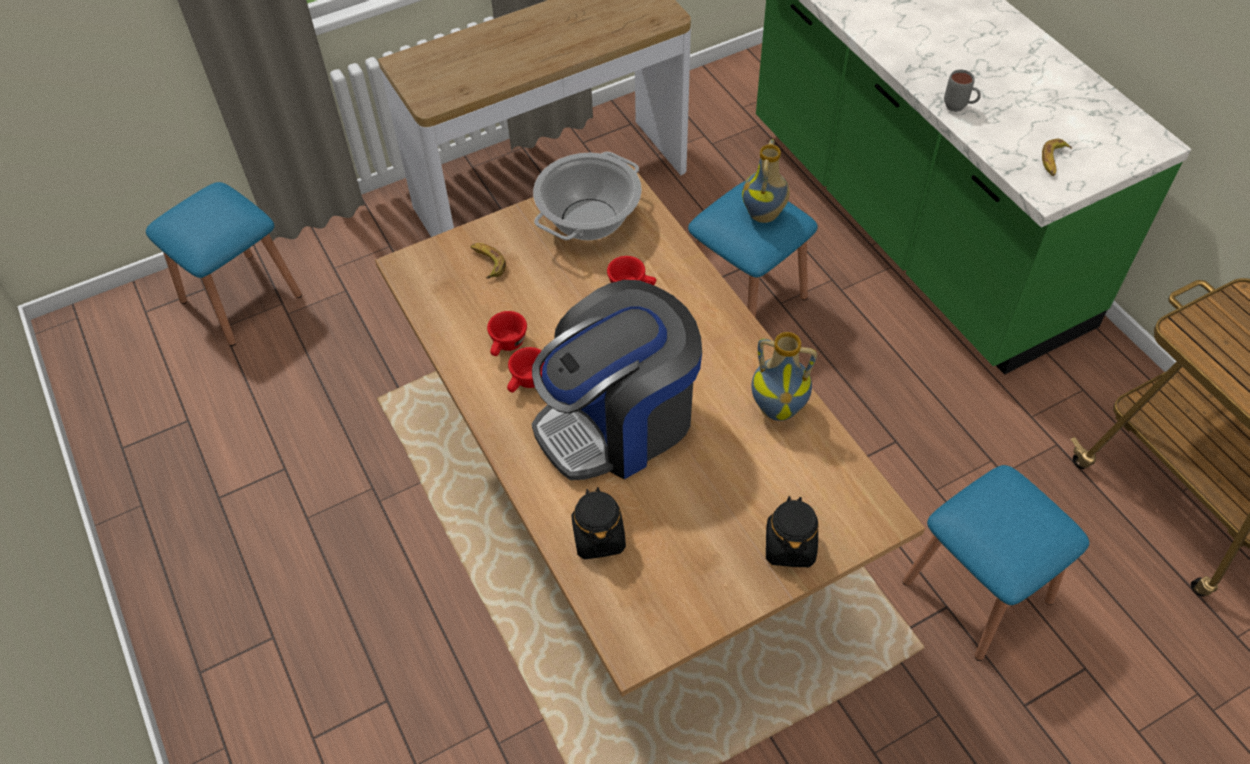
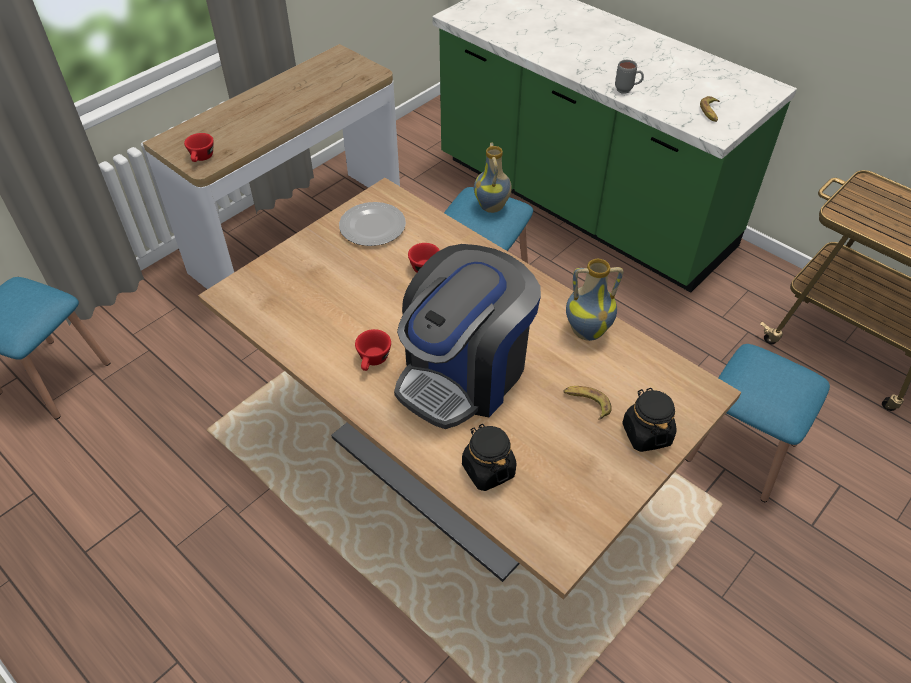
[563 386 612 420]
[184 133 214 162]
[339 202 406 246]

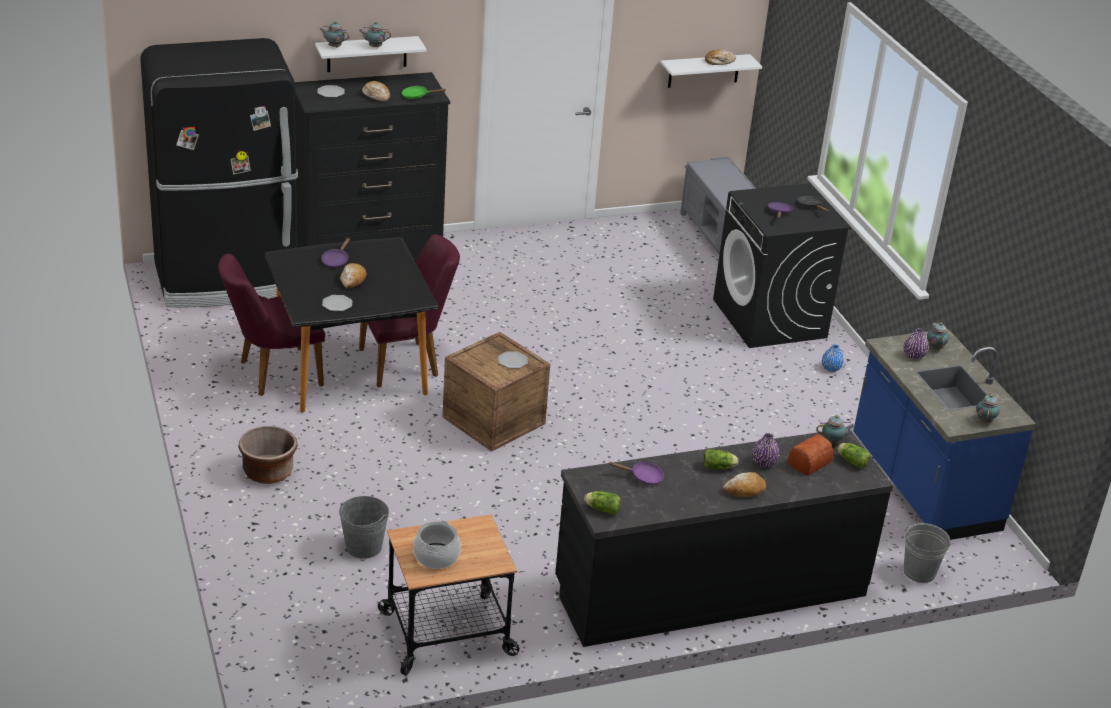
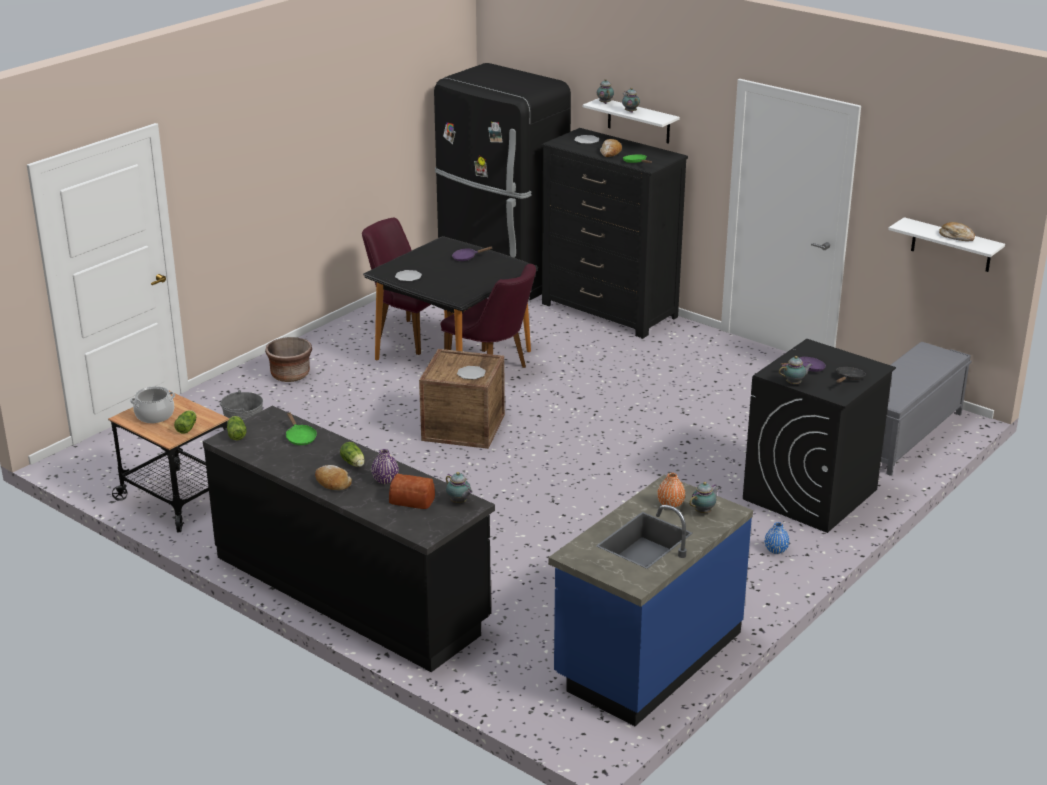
[340 263 366 288] (first image)
[903 523 953 583] (first image)
[174 410 196 433]
[779 356 812 384]
[286 412 317 445]
[657 473 685 508]

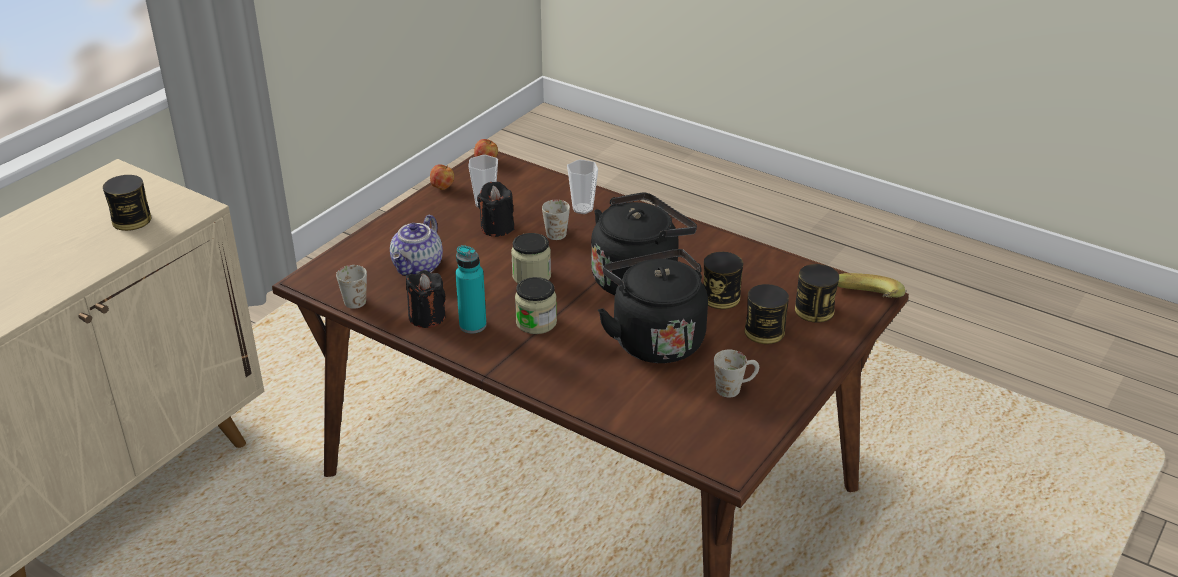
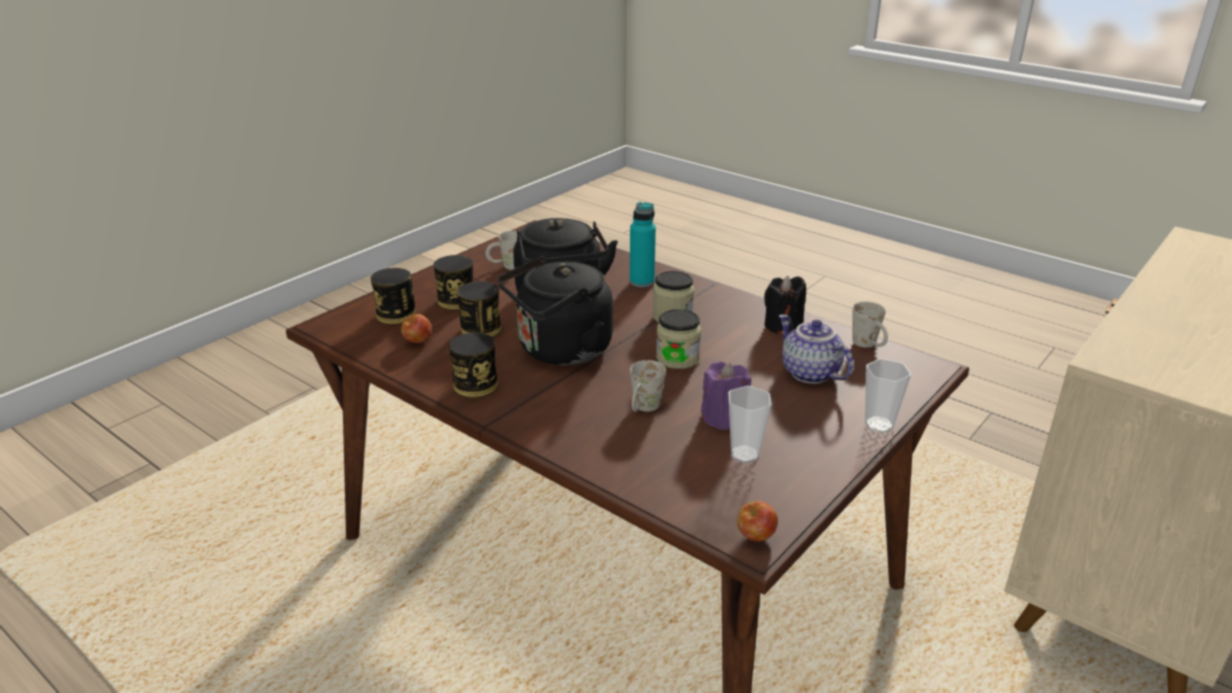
[838 273 905 298] (first image)
[449 332 498 398]
[401 314 432 343]
[630 202 656 287]
[865 359 911 433]
[701 362 751 430]
[779 314 854 384]

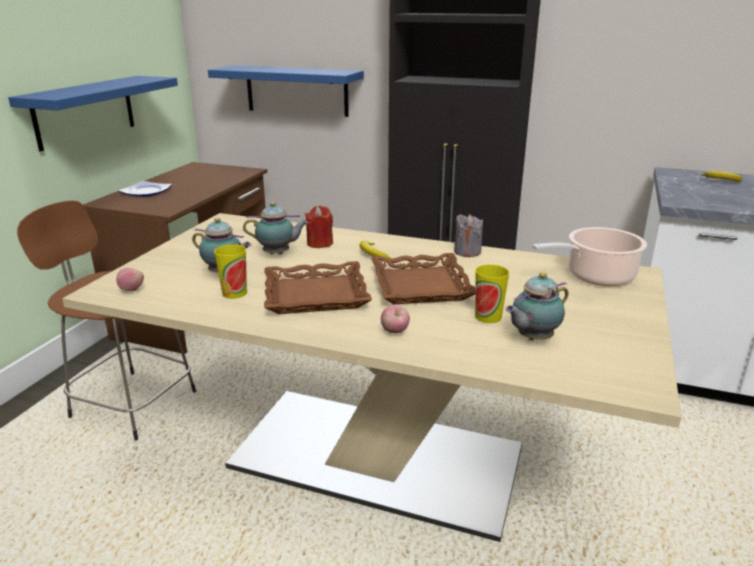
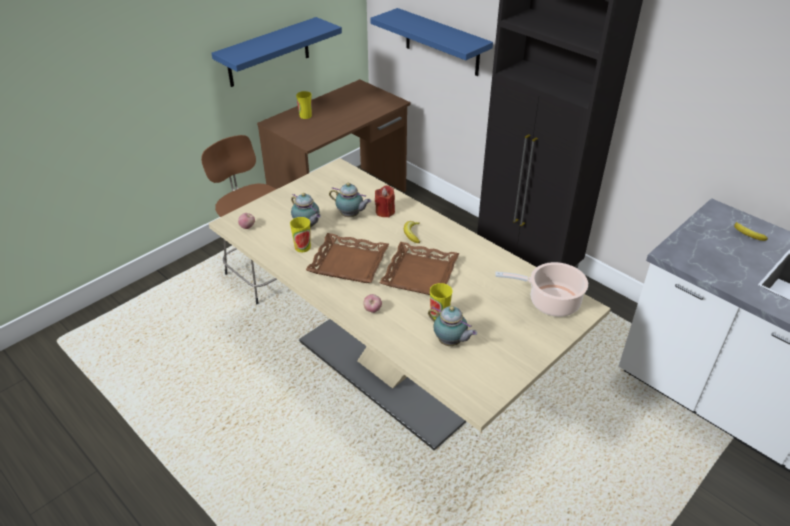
[454 214 483 257] (first image)
[296 91 312 119]
[428 306 477 346]

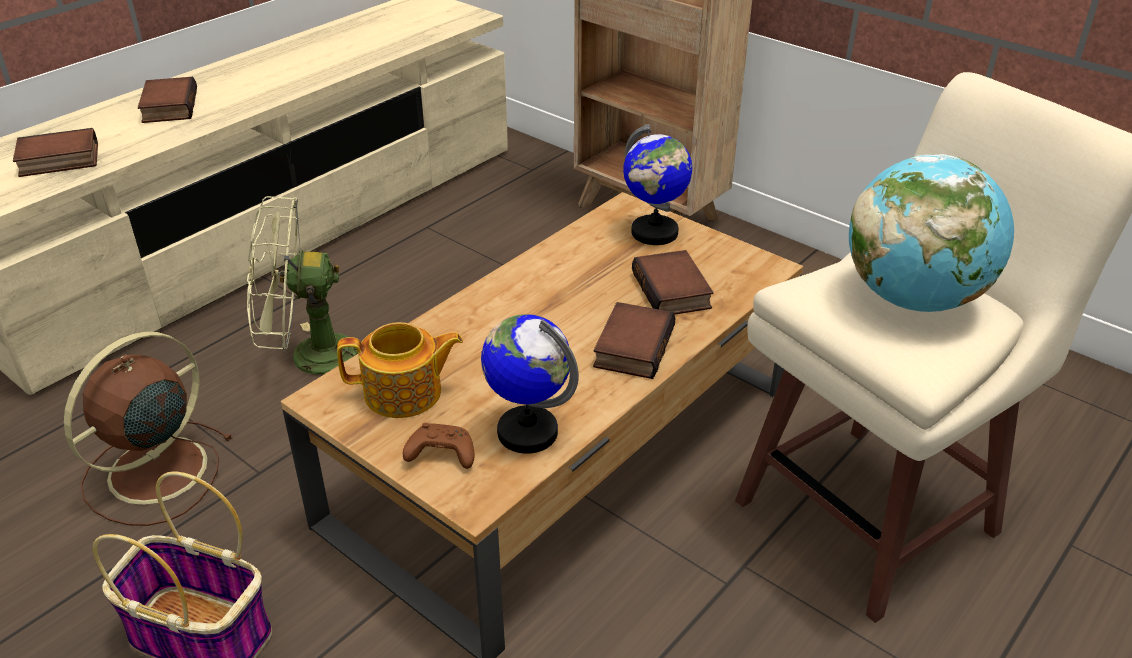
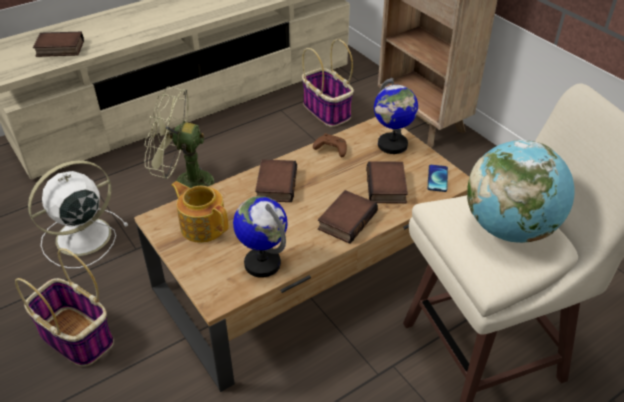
[302 39 354 127]
[427 165 448 192]
[255 159 297 202]
[313 133 347 157]
[28 160 128 269]
[171 181 229 243]

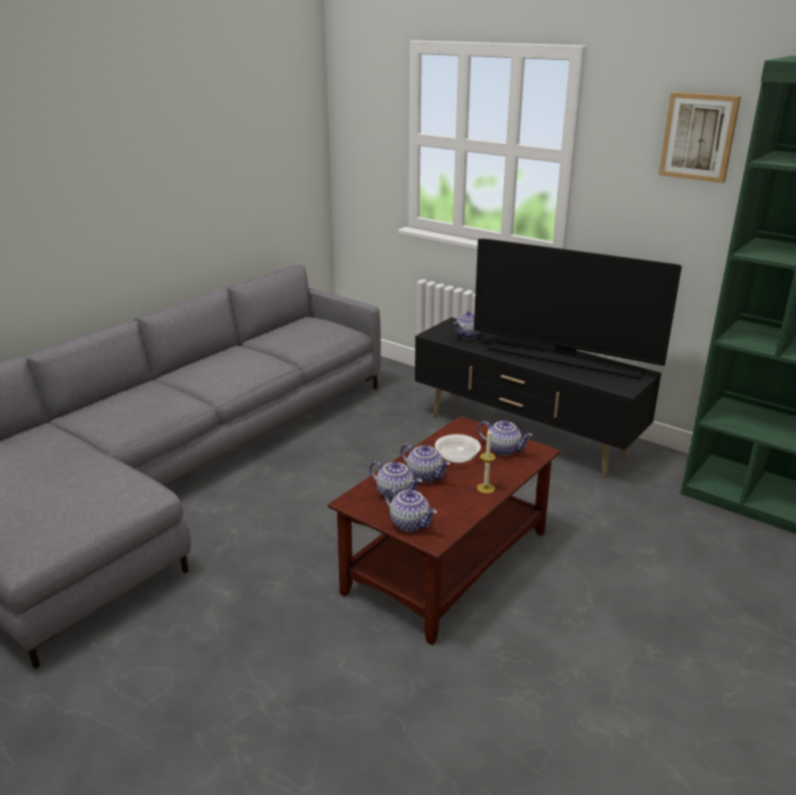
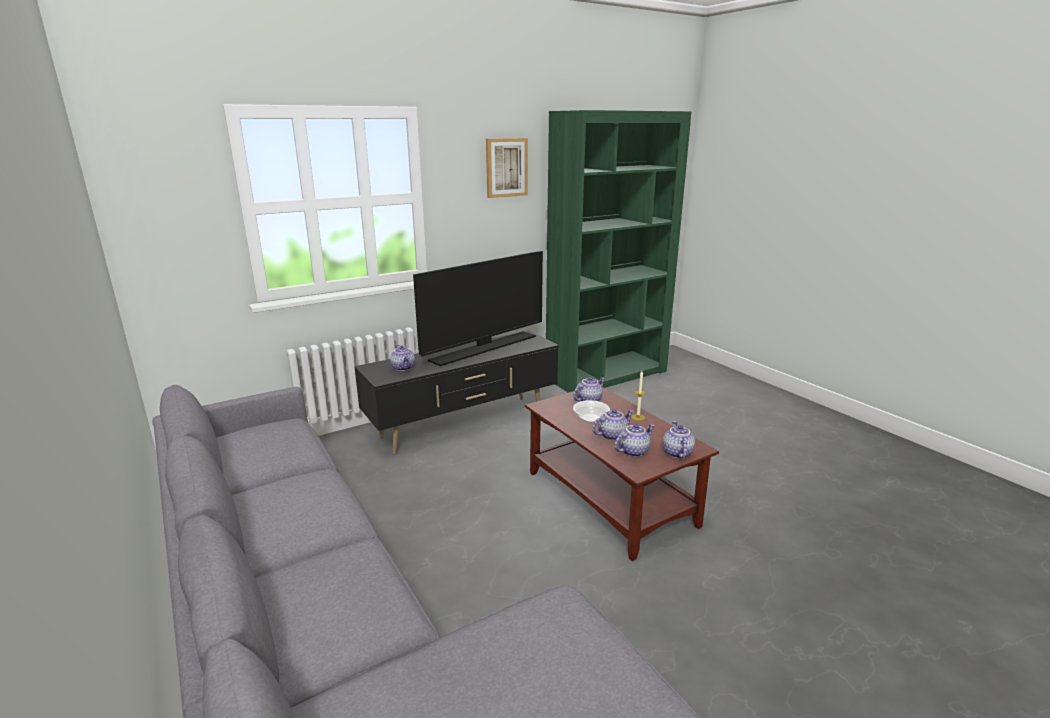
[663 421 695 458]

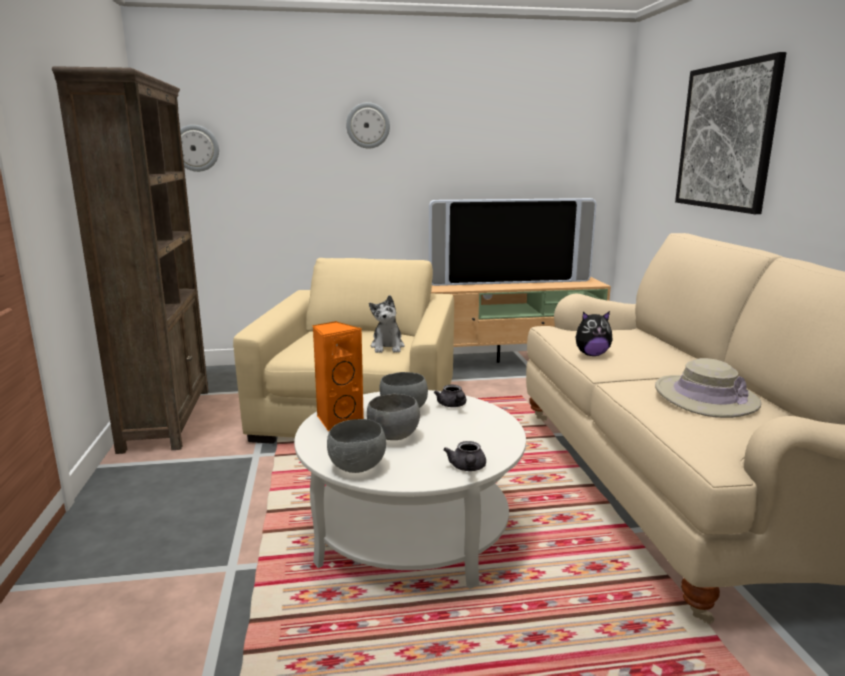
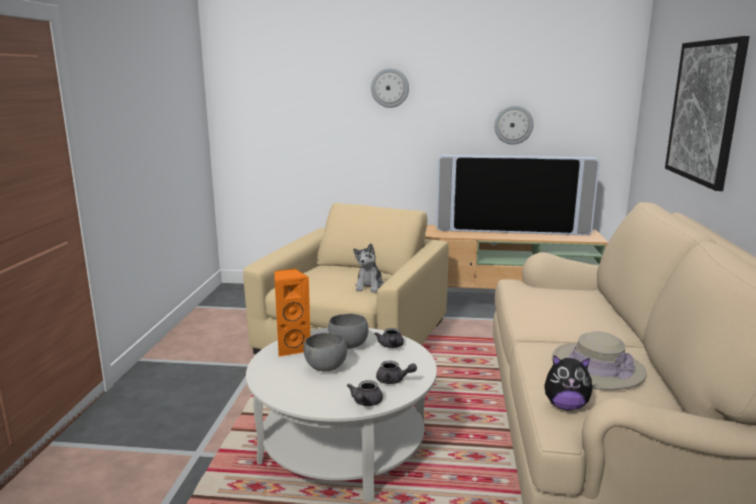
[52 66 209 454] (first image)
[327 419 386 473] (first image)
[376 361 417 384]
[494 106 534 145]
[544 355 594 410]

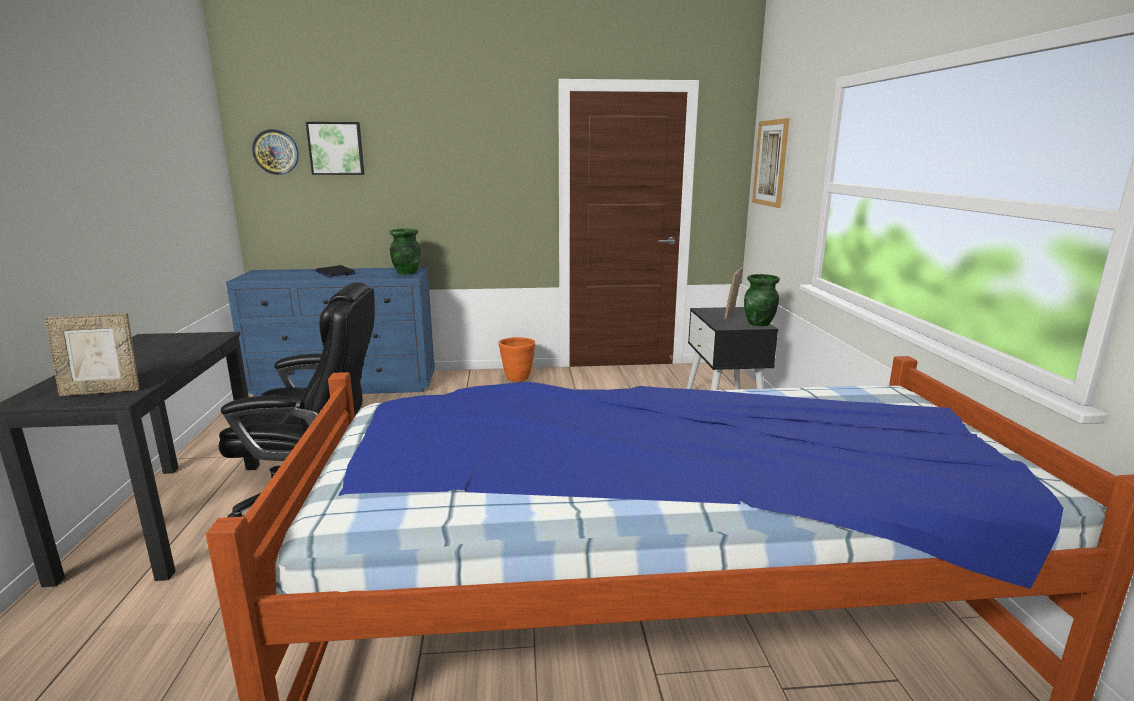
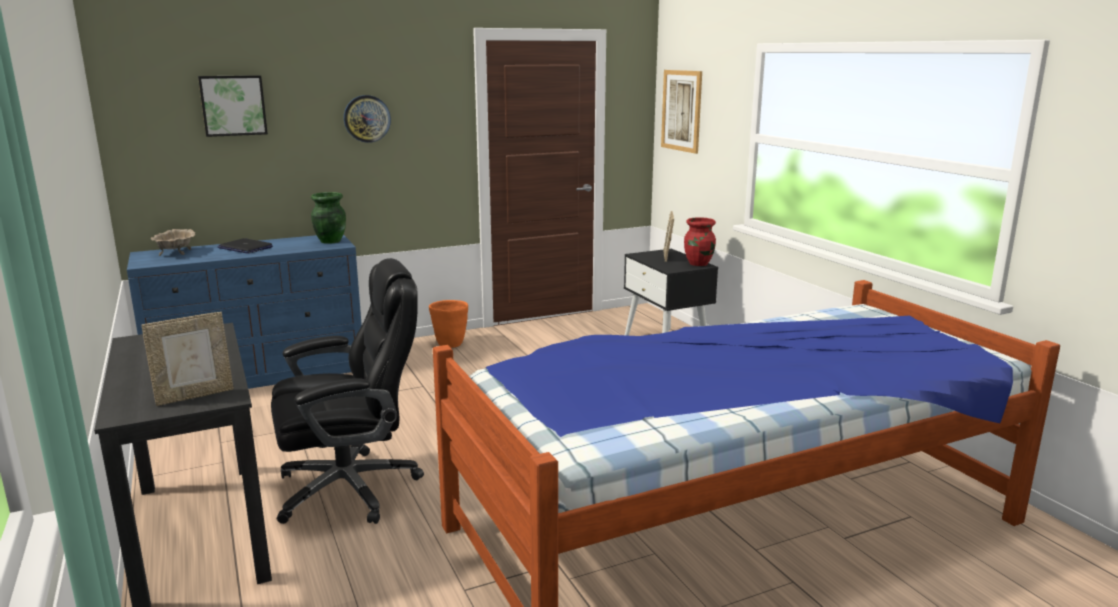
[150 229 195 256]
[344 95 391 143]
[684 217 716 266]

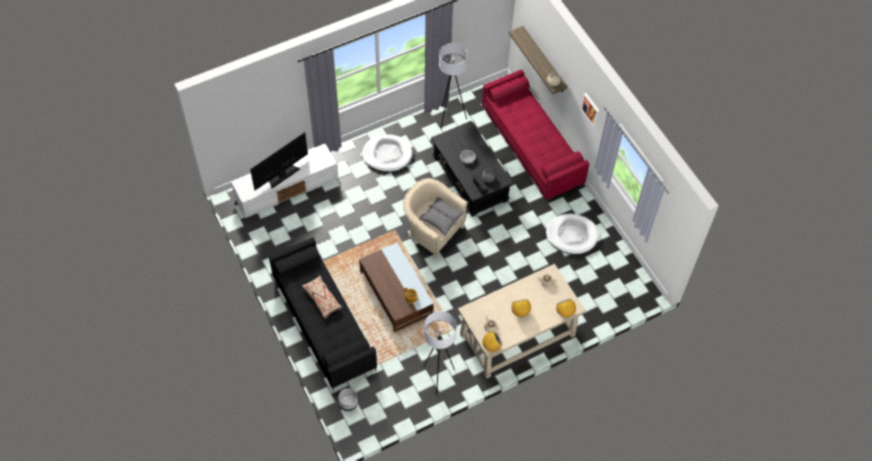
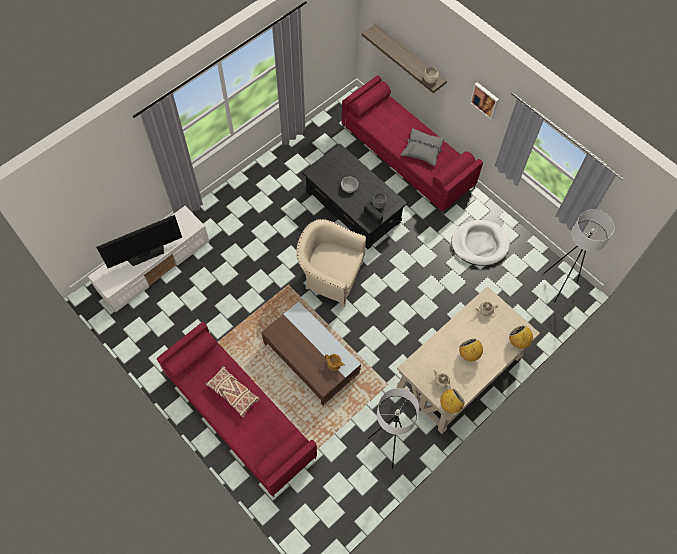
[338 388 358 411] (first image)
[362 134 412 172] (first image)
[400 128 445 166]
[543 210 615 303]
[157 322 317 497]
[96 215 182 268]

